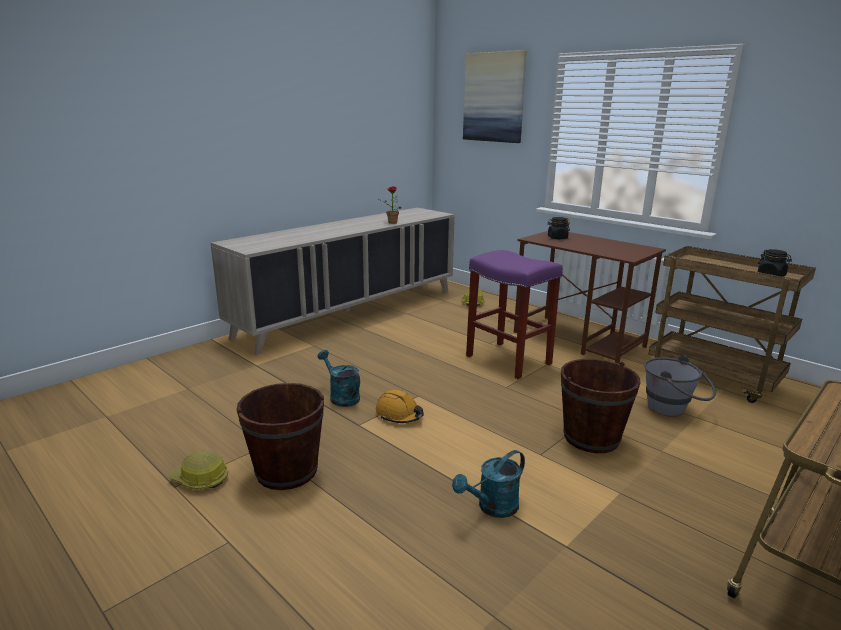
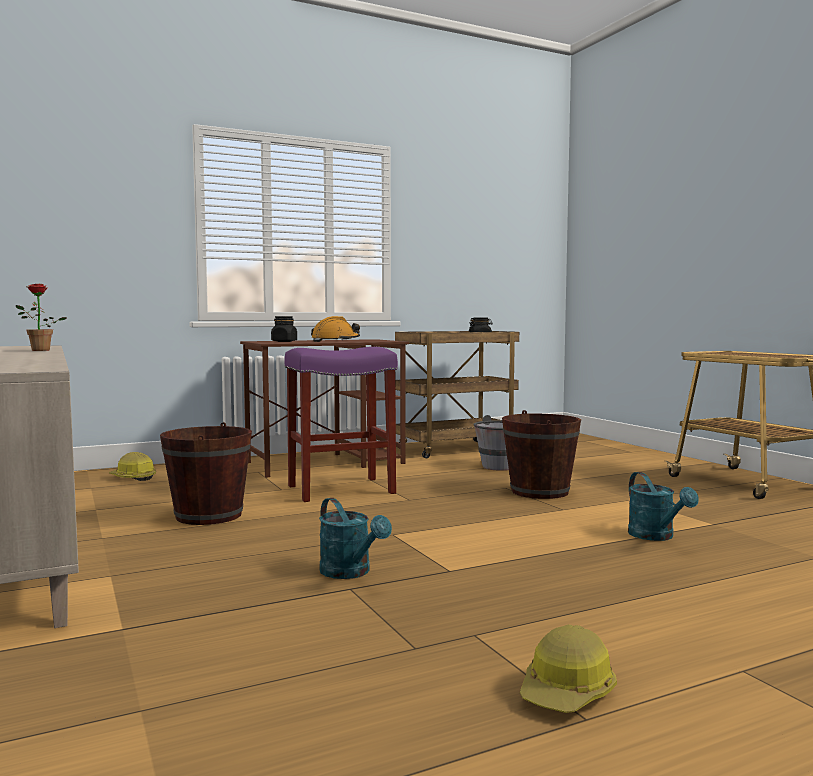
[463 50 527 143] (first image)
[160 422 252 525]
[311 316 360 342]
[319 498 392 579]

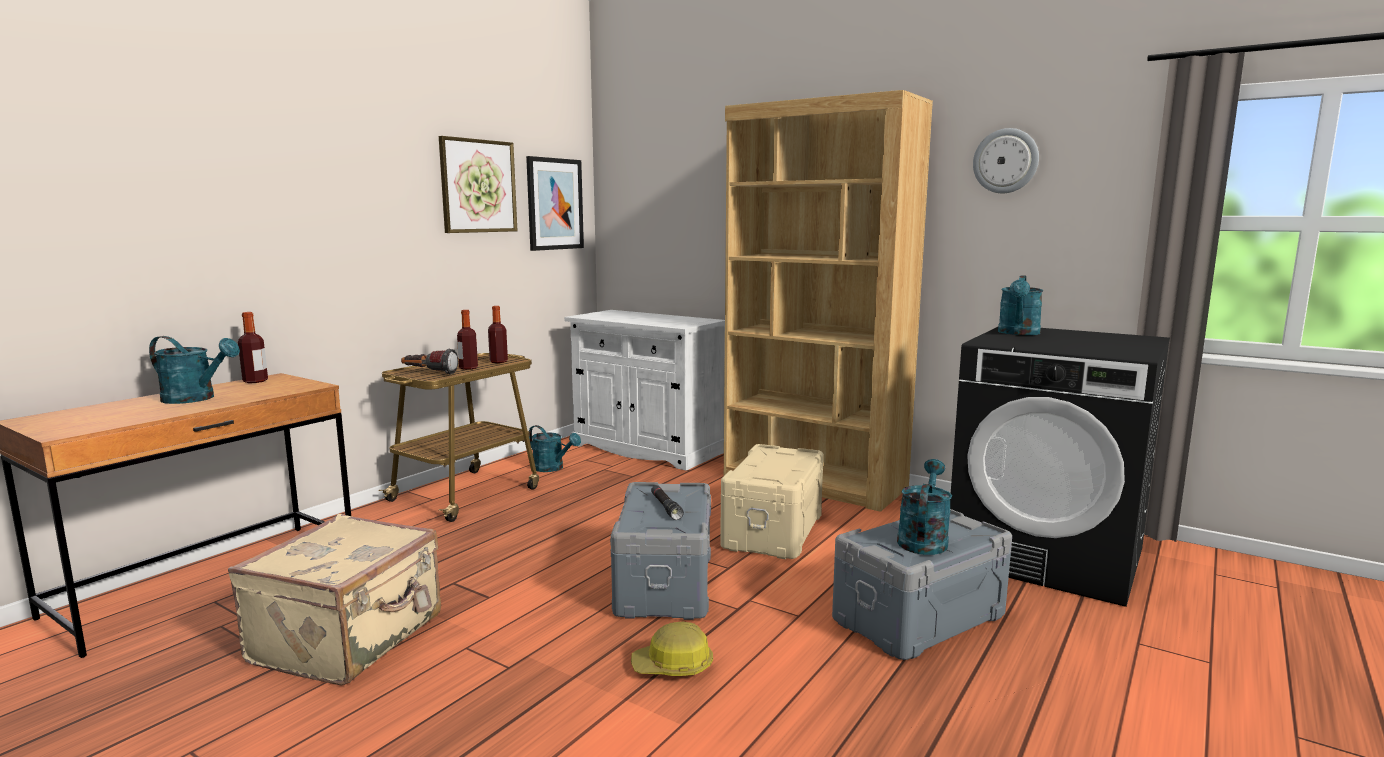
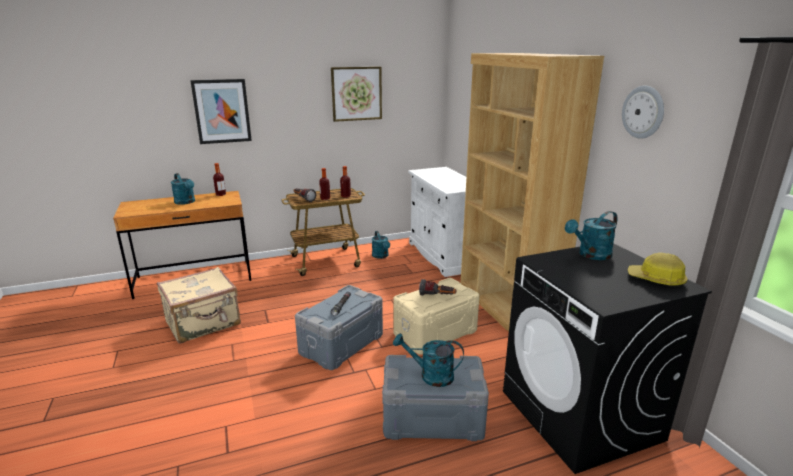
[419 279 457 296]
[190 79 252 144]
[628 253 688 287]
[393 333 464 387]

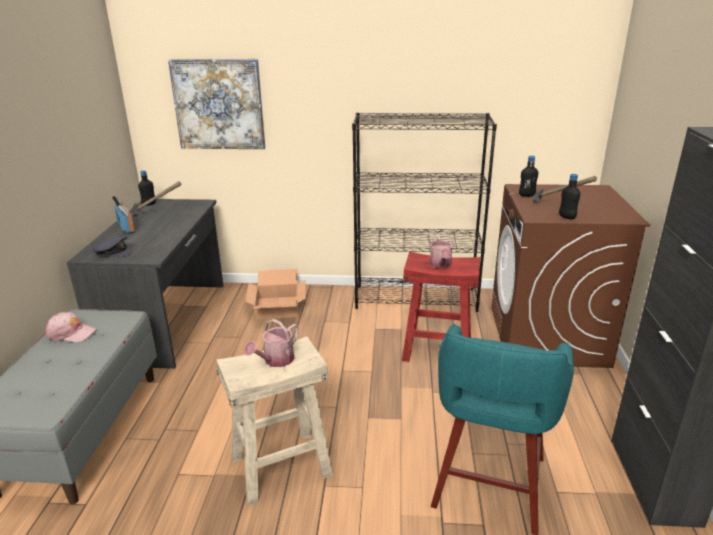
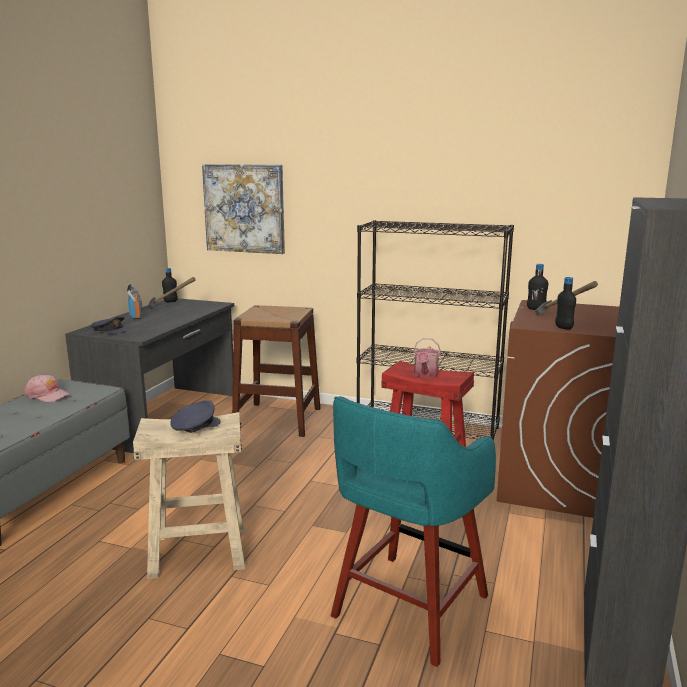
[170 400 221 433]
[232 305 320 437]

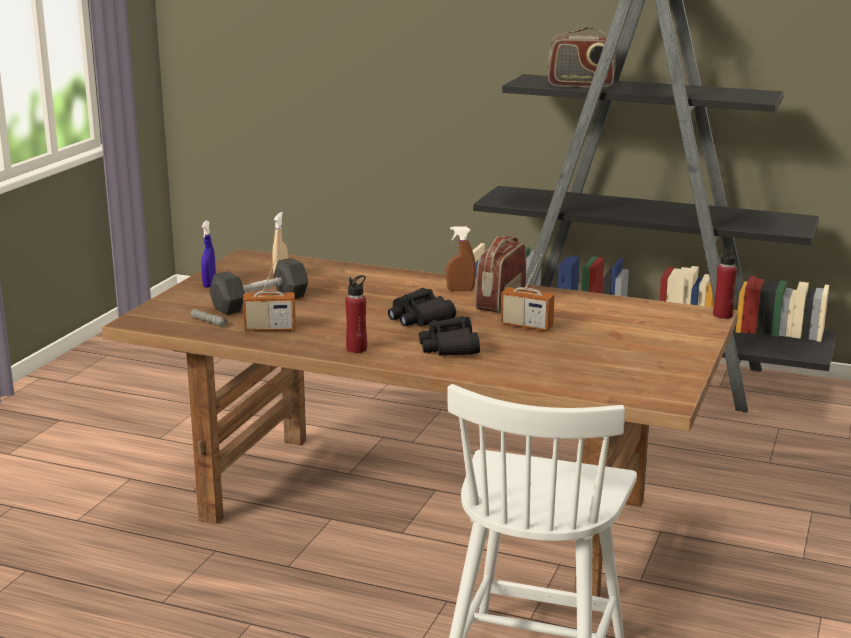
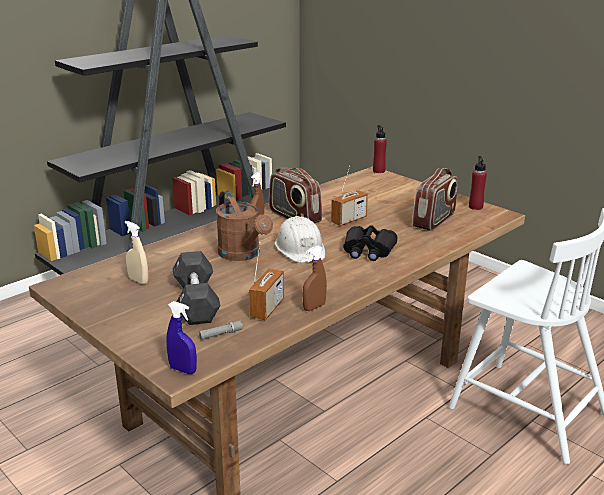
[216 190 273 261]
[303 246 327 311]
[166 301 197 374]
[469 156 487 210]
[412 168 457 231]
[275 216 325 263]

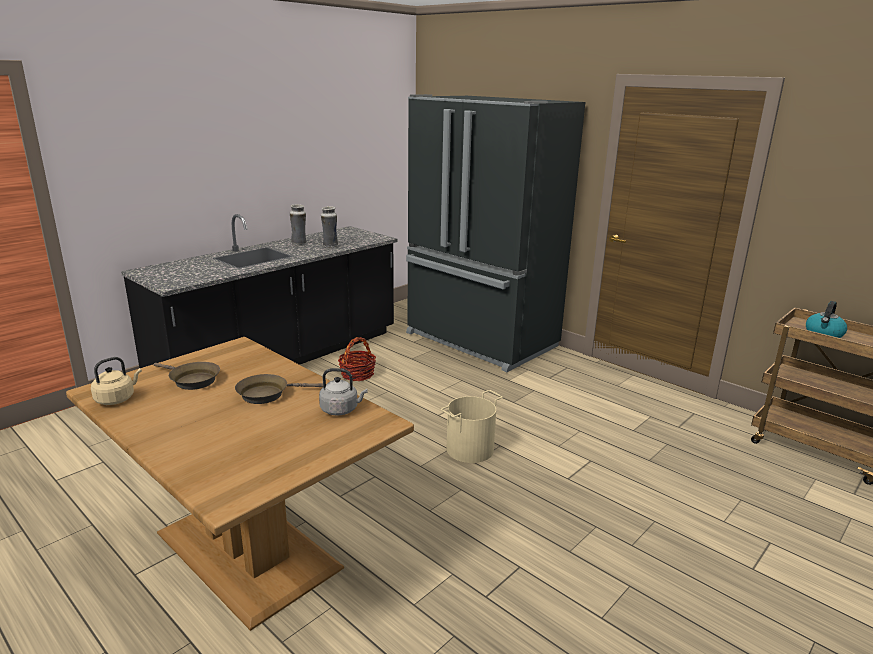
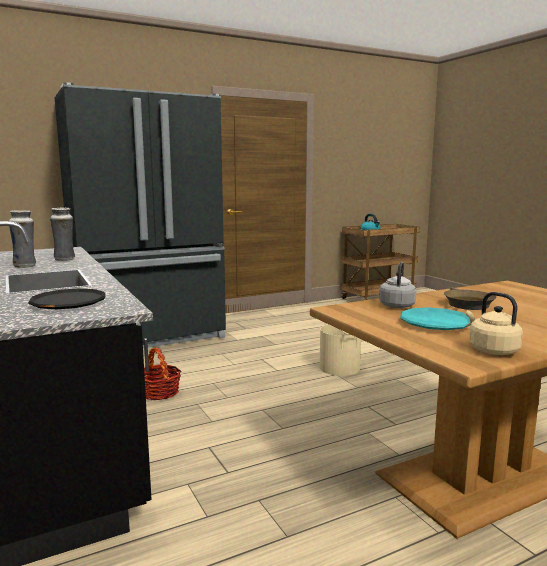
[28 288 105 309]
[379 262 417 308]
[400 307 471 330]

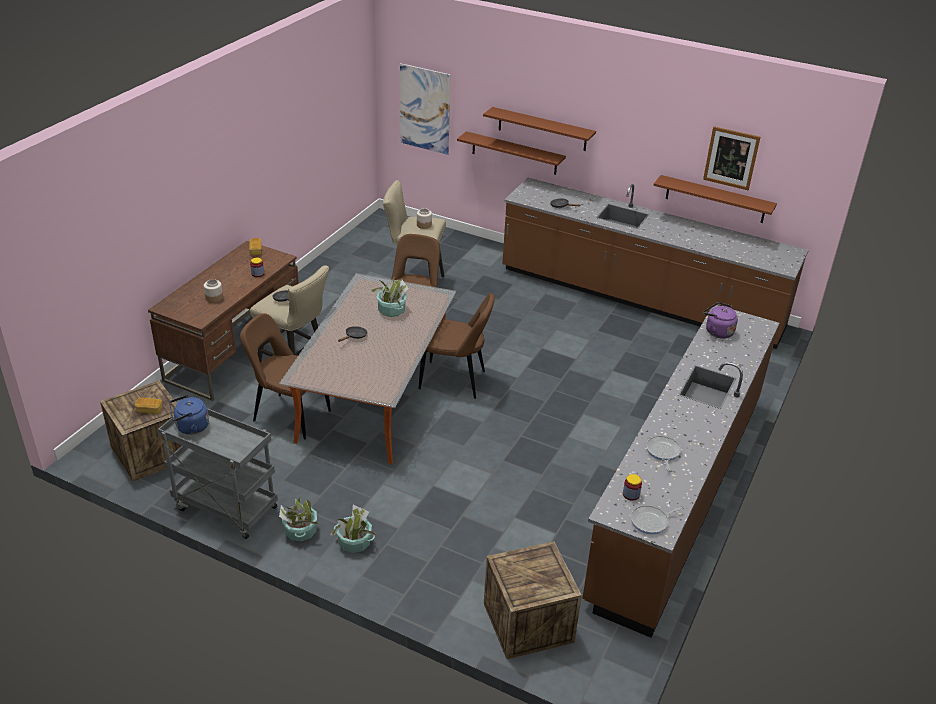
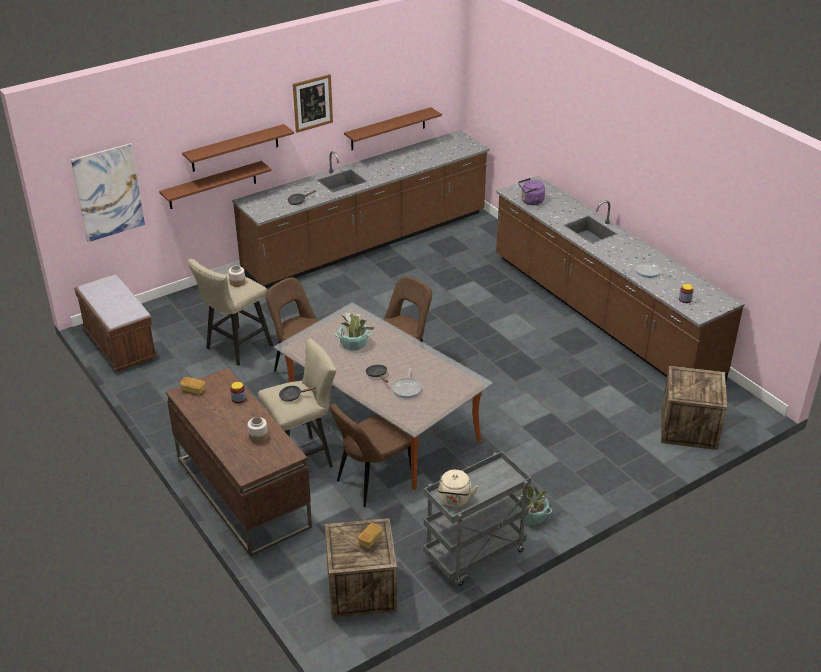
[330 505 377 553] (first image)
[74 275 157 372]
[392 368 421 398]
[293 74 333 133]
[438 470 479 507]

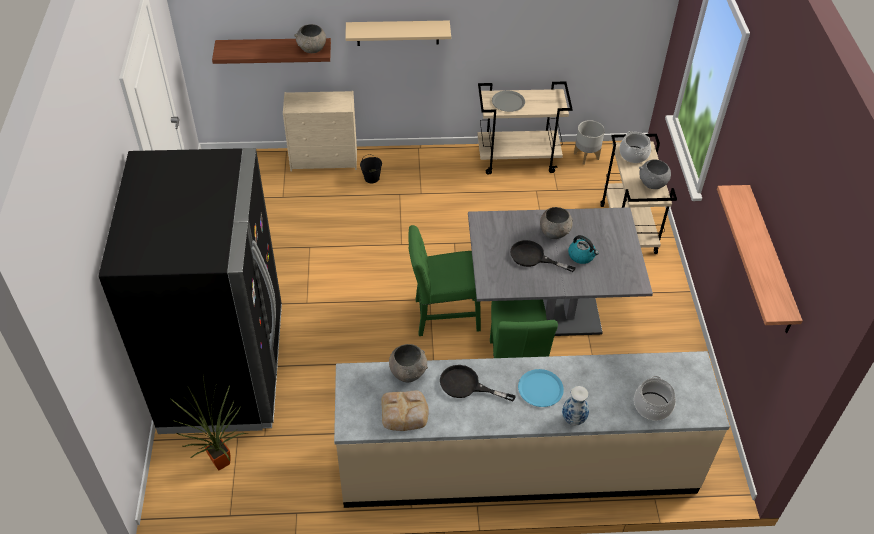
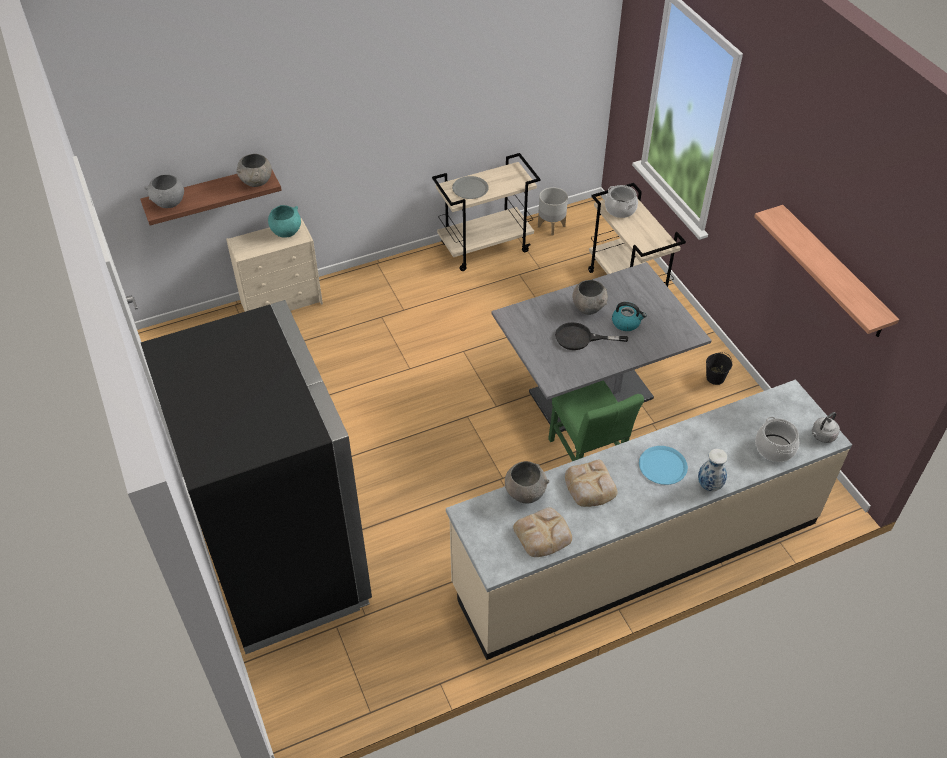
[171 377 248 471] (first image)
[345 21 451 46] (first image)
[409 225 481 336] (first image)
[268 205 301 238]
[812 412 840 443]
[706 352 732 385]
[144 174 184 208]
[565 460 618 507]

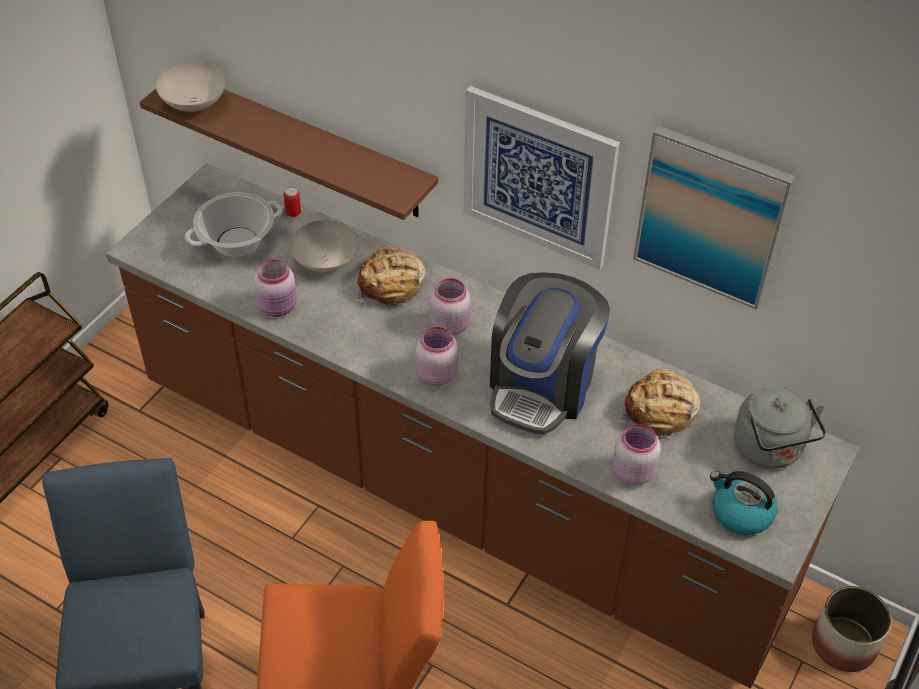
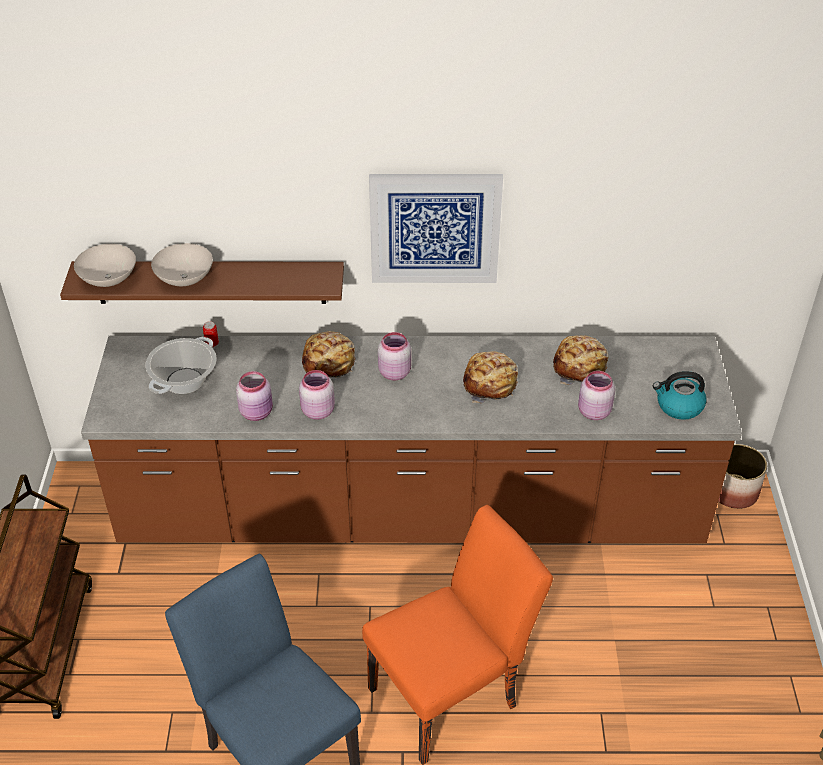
[633 126 795 310] (first image)
[734 385 826 468] (first image)
[151 243 213 286]
[299 370 335 420]
[463 351 518 403]

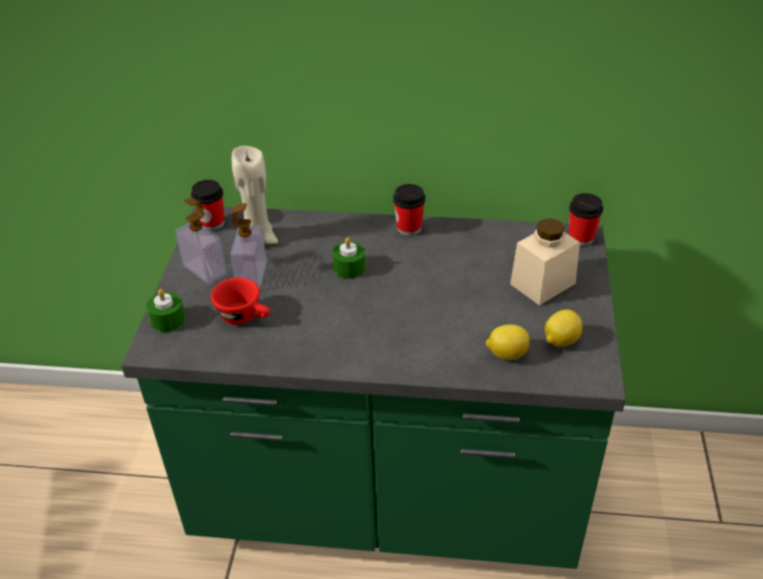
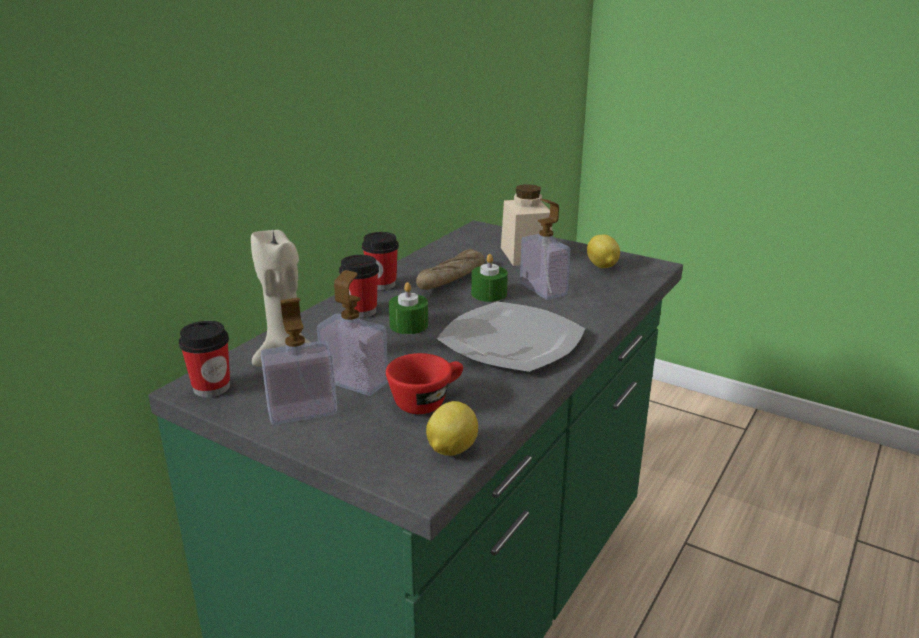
[416 249 485 290]
[437 302 585 372]
[520 199 571 300]
[471 254 508 302]
[426 401 478 456]
[339 255 379 318]

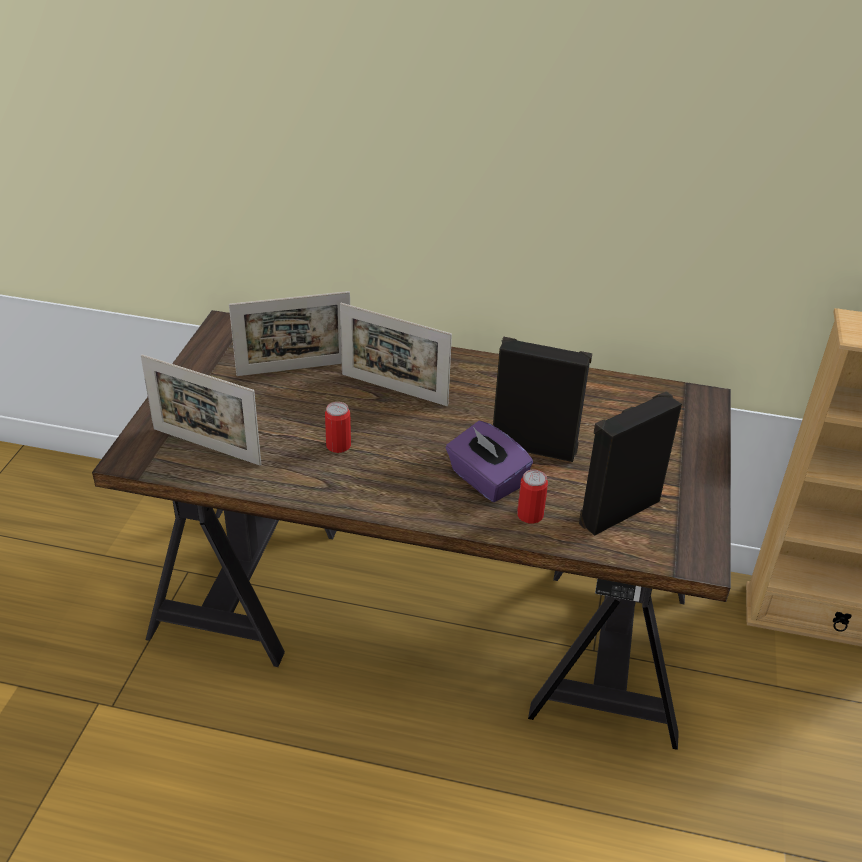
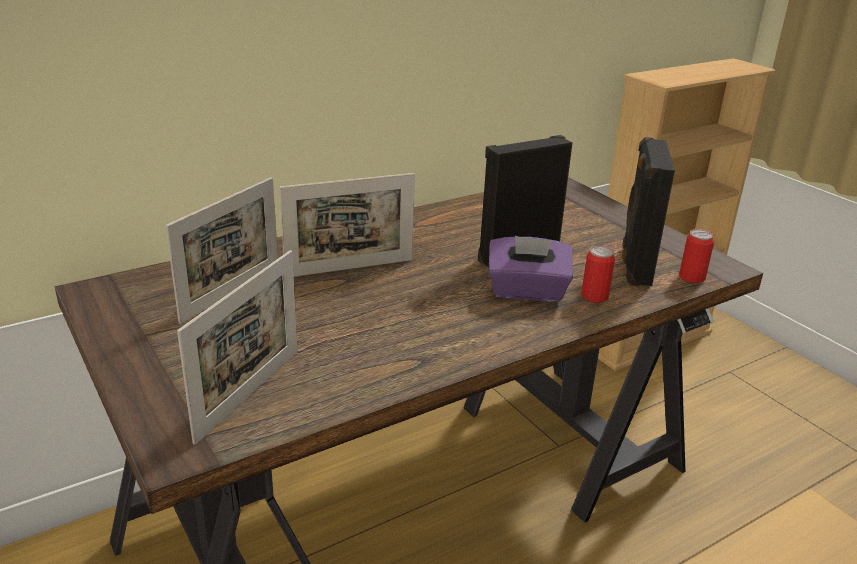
[679 229 714 283]
[177 250 298 445]

